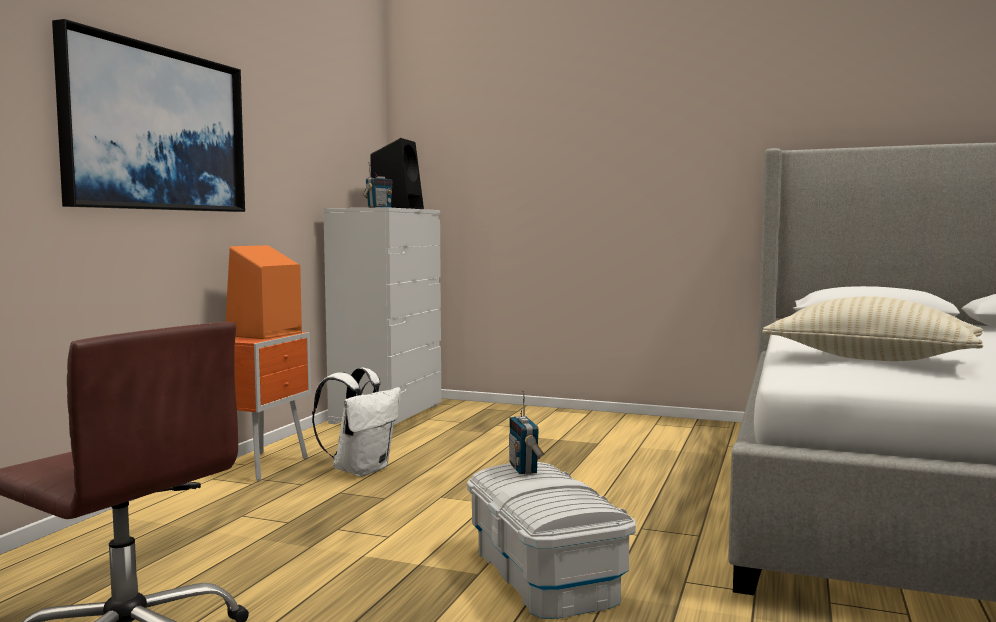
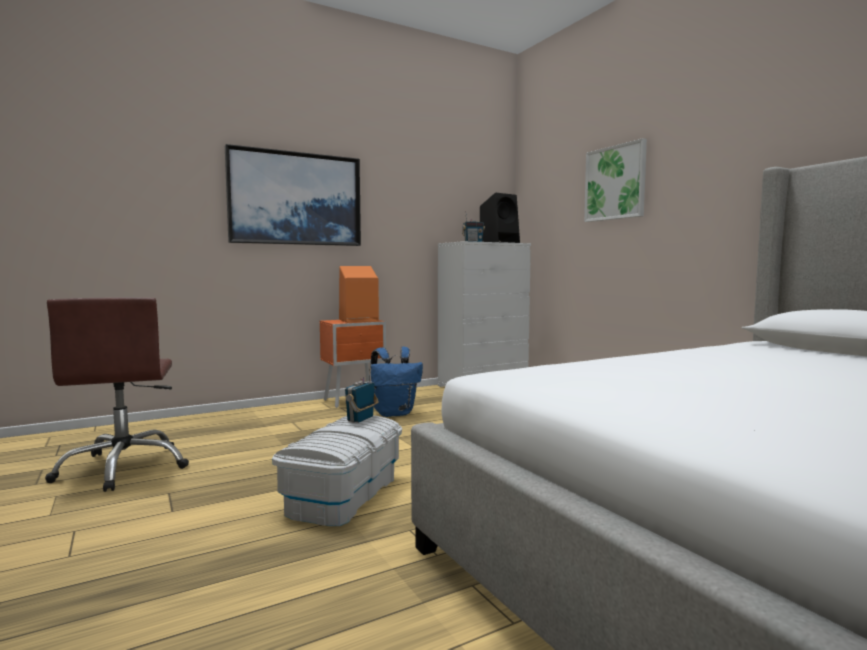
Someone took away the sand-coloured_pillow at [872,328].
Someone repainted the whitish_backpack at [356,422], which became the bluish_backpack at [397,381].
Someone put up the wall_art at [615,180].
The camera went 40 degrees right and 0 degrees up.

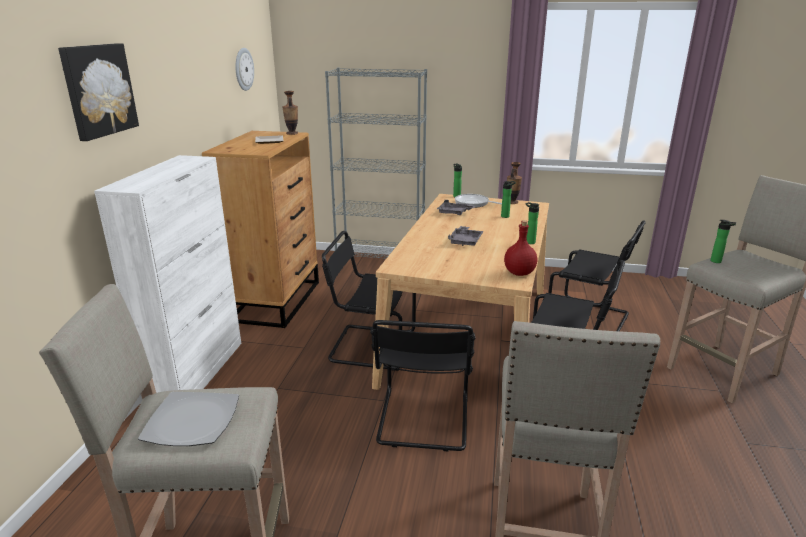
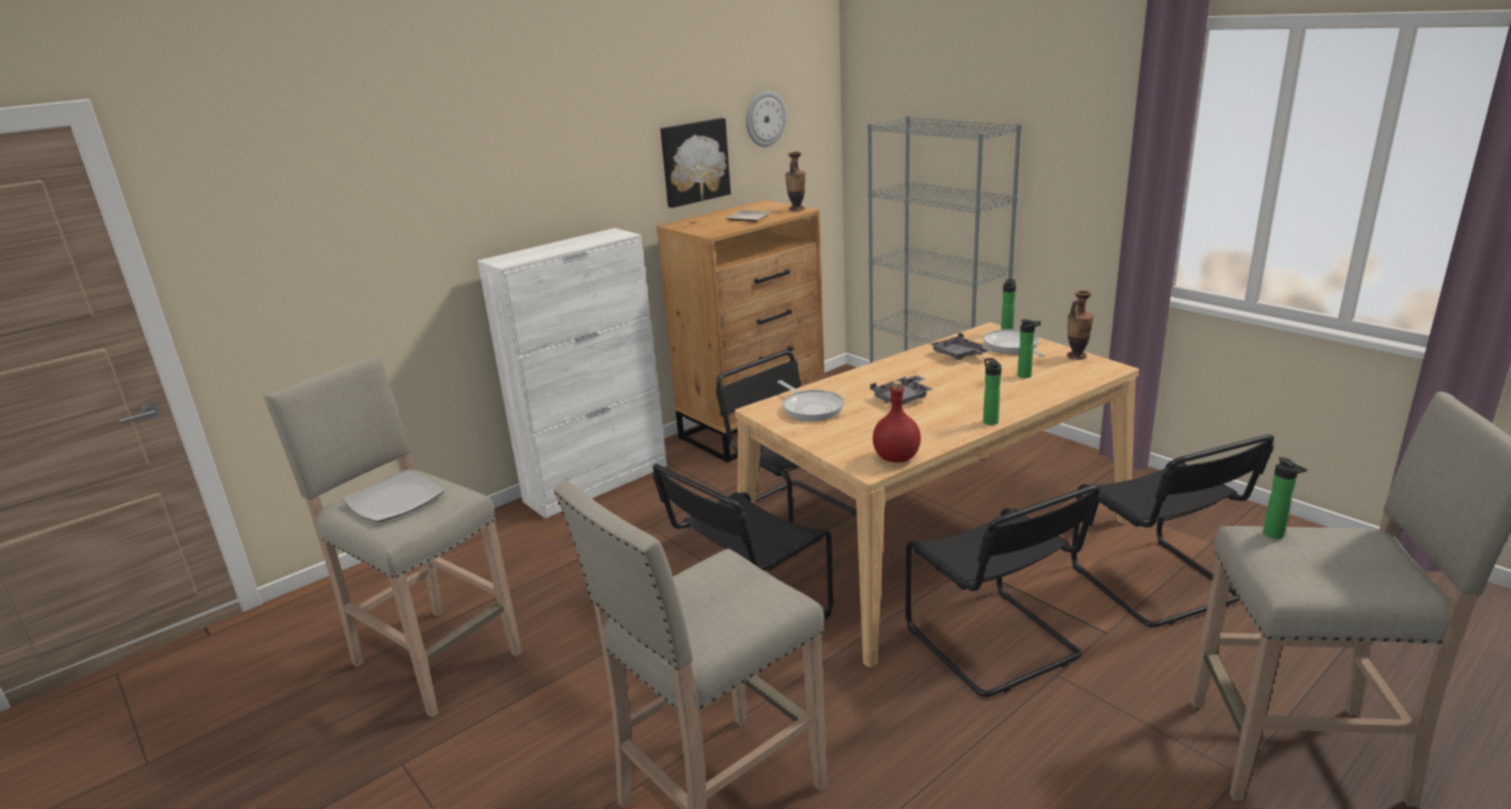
Someone carried the wall_art from [98,92] to [695,163].
Someone put down the pan at [810,400].
The camera went 40 degrees right and 0 degrees up.

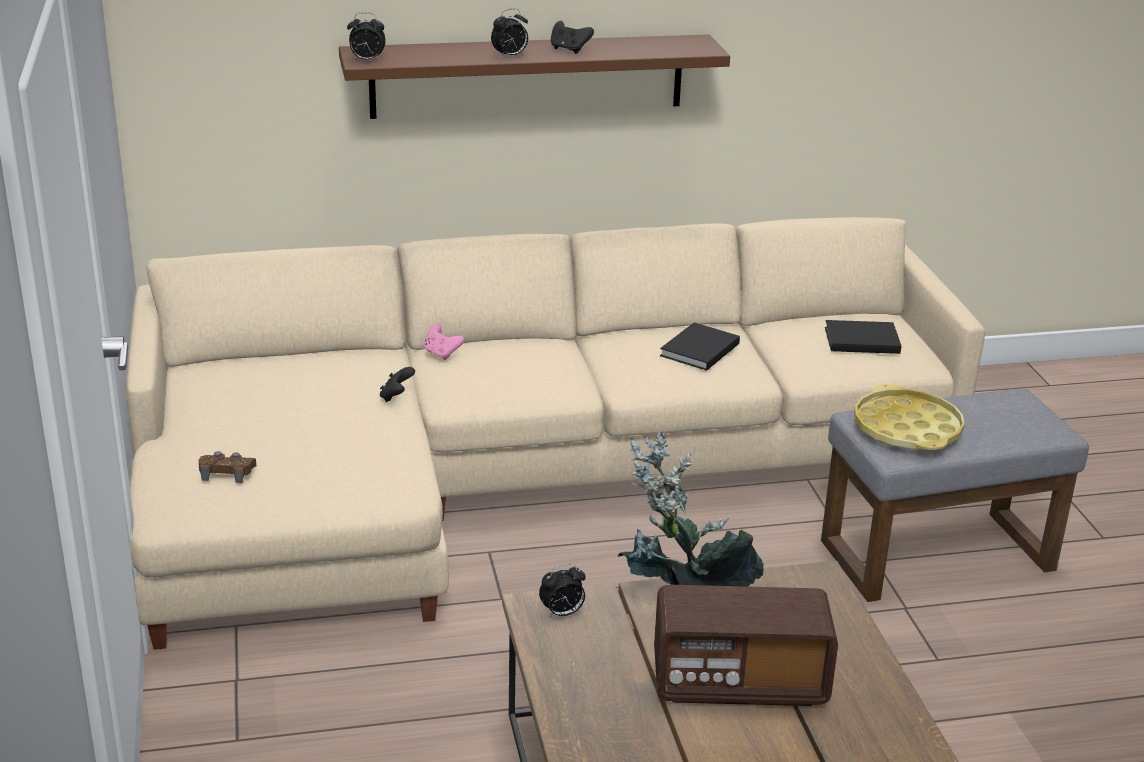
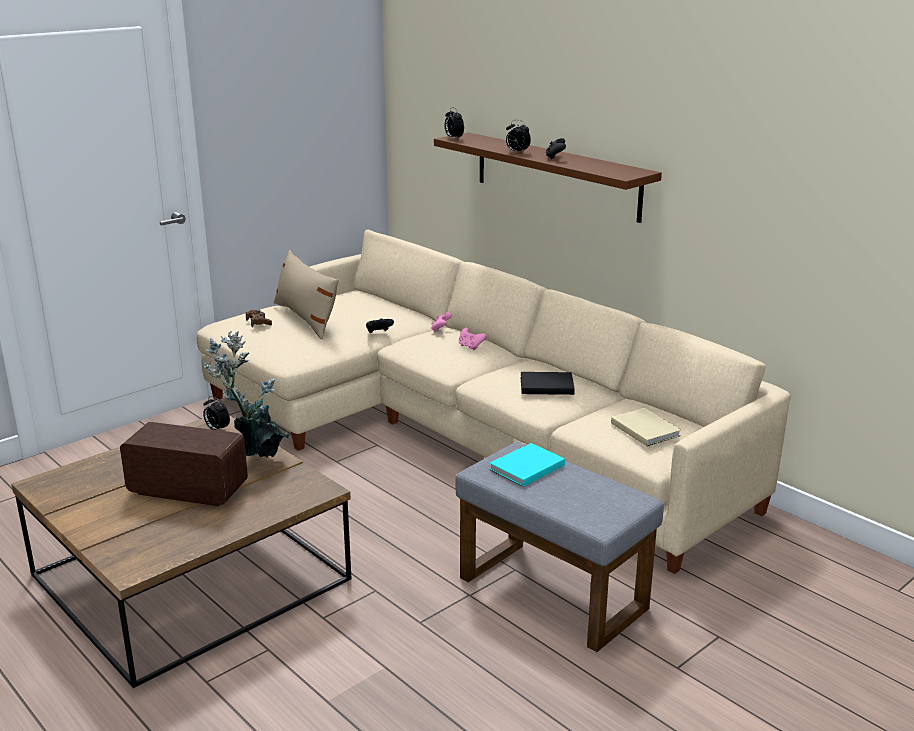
Someone repainted the black_bound_book at [863,337], which became the sand-coloured_bound_book at [646,427].
Someone swapped the yellow_serving_tray at [909,417] for the turquoise_bound_book at [527,465].
Someone rotated the radio at [746,645] by 135 degrees clockwise.
Someone put down the sand-coloured_pillow at [306,295].
Someone put down the pinkish_joypad at [473,339].
The camera went 60 degrees right and 5 degrees down.

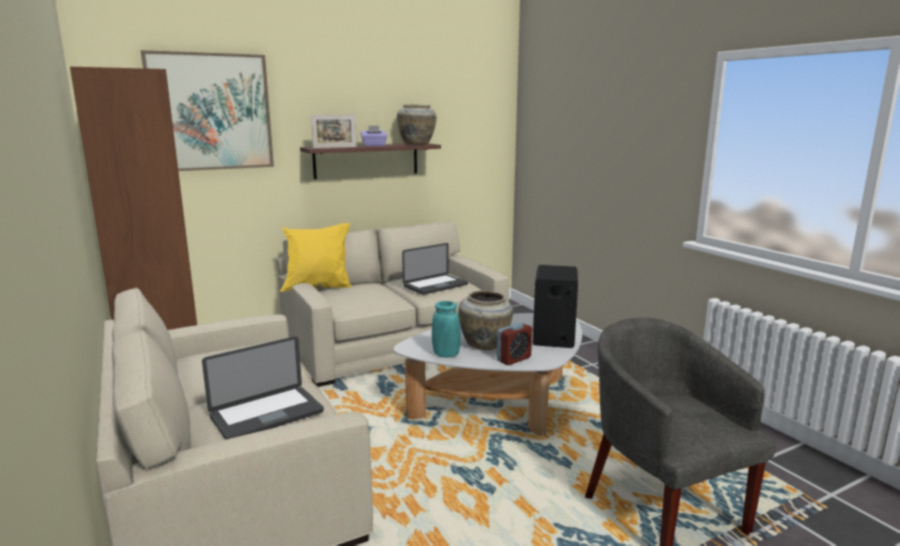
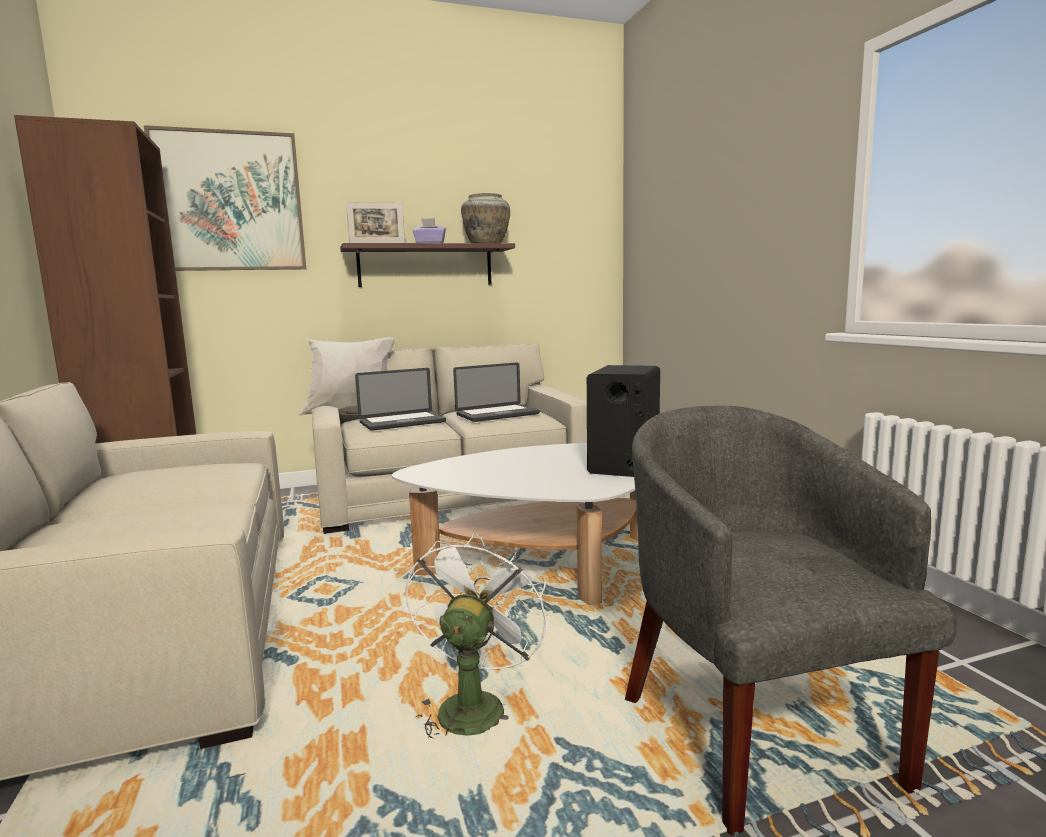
Someone repainted the yellow_pillow at [316,257], which became the whitish_pillow at [346,376].
Someone took away the sand-coloured_flower_vase at [485,320].
Someone took away the turquoise_flower_vase at [446,329].
Someone took away the alarm_clock at [514,344].
Someone carried the notebook_computer from [263,388] to [400,399].
Someone put down the whitish_electric_fan at [477,635].
The camera went 10 degrees right and 5 degrees down.

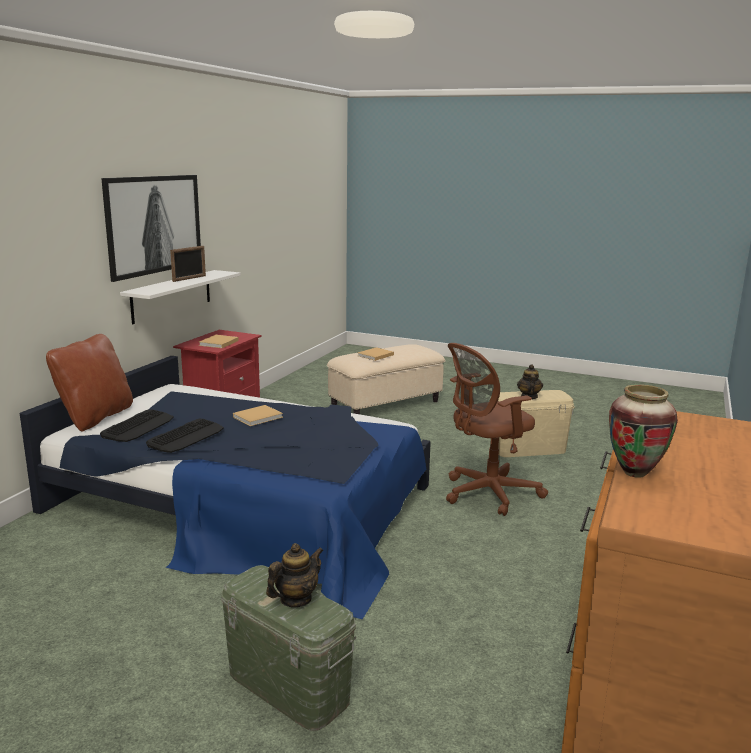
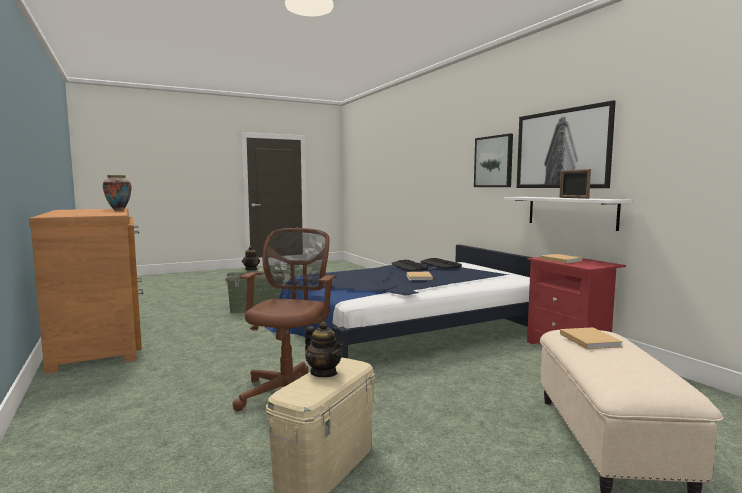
Someone took away the brownish_pillow at [89,383].
Someone put up the wall_art at [493,160].
The camera went 130 degrees right and 10 degrees down.

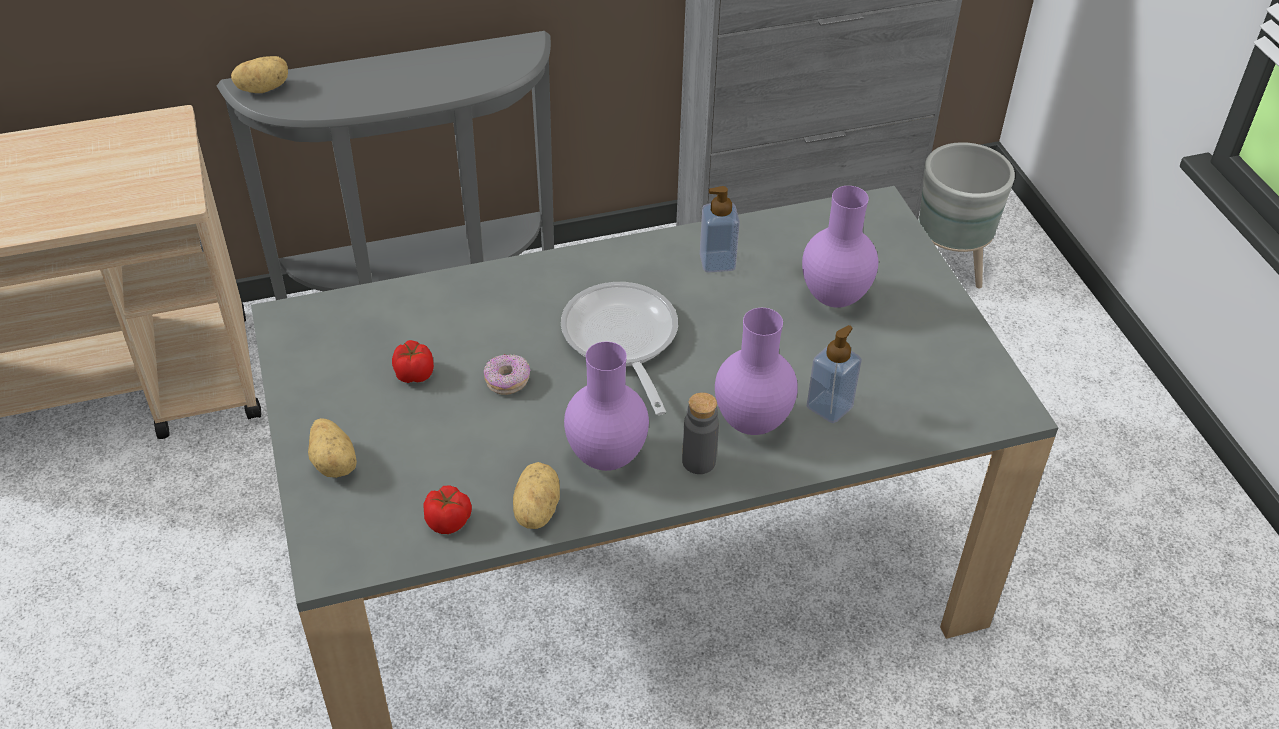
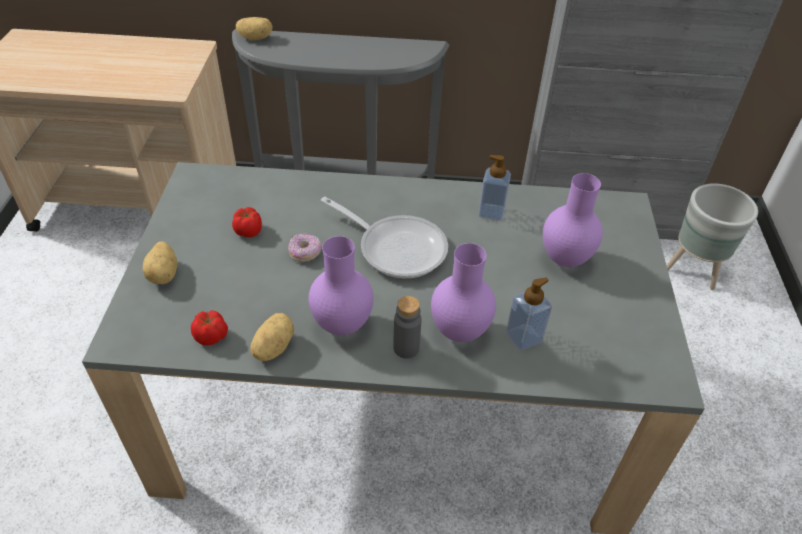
Someone rotated the pan at [619,348] by 120 degrees clockwise.
The camera went 20 degrees right and 0 degrees up.

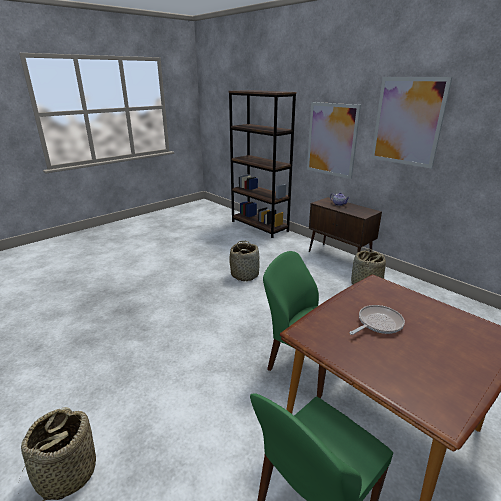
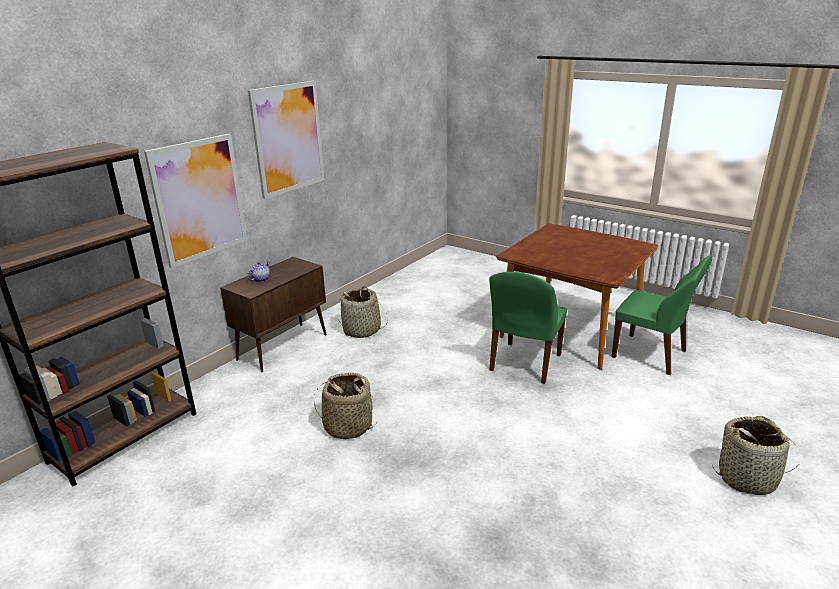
Someone took away the pan at [377,320].
The camera went 100 degrees left and 0 degrees up.

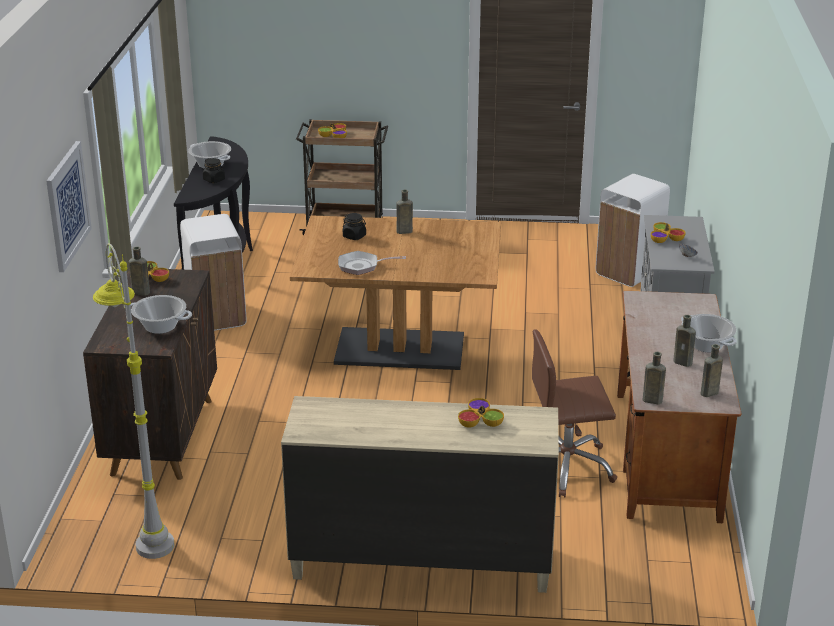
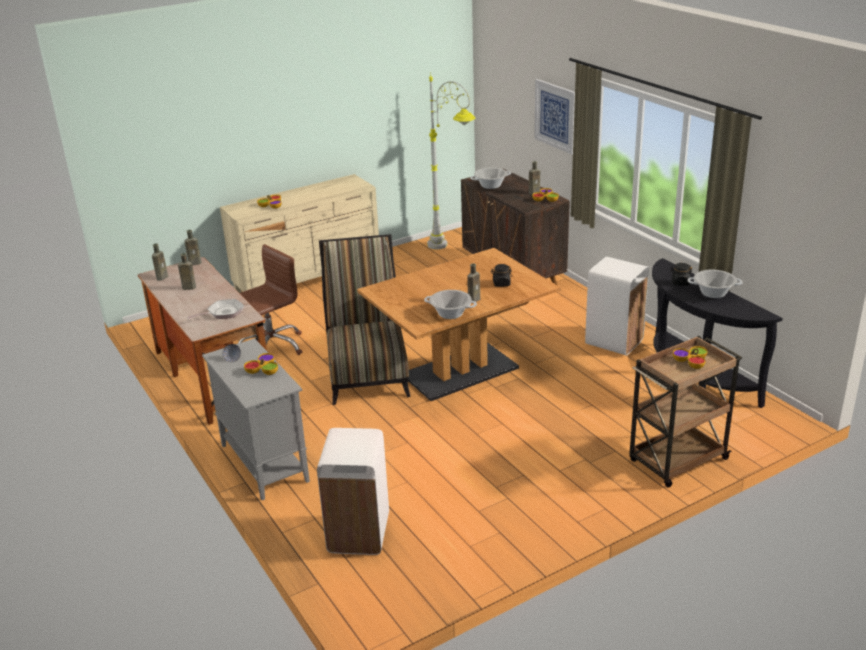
Someone carried the pan from [372,263] to [215,309].
Someone carried the cooking_pot from [709,333] to [450,304].
Someone put down the chair at [365,319].
The camera went 145 degrees right and 0 degrees up.

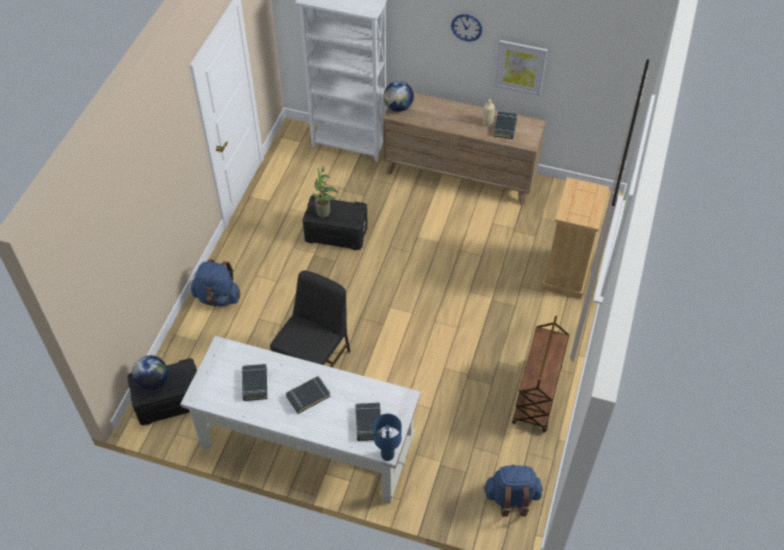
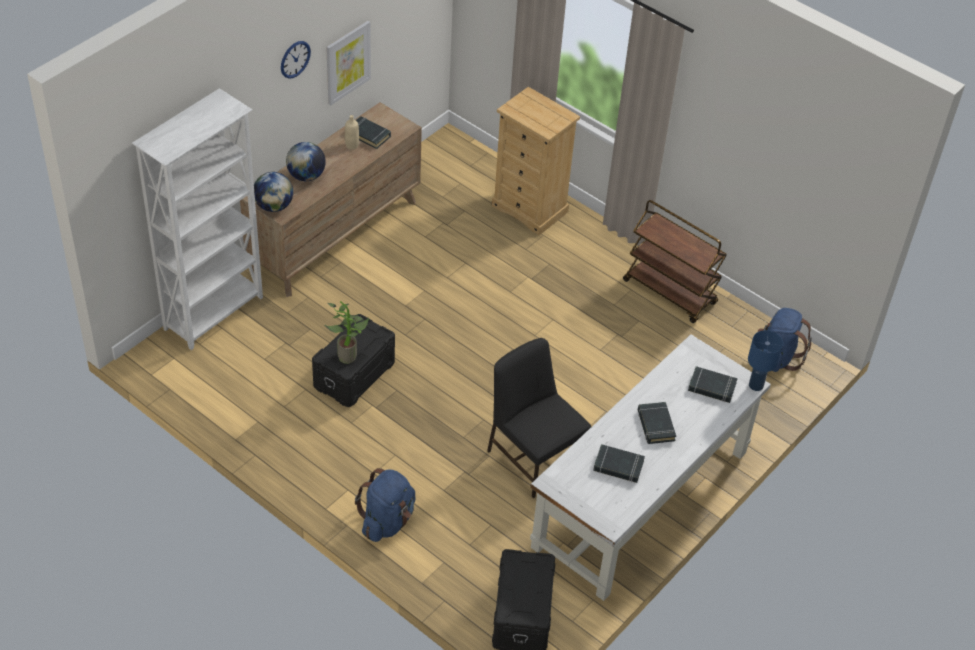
Someone carried the desk_globe from [150,373] to [306,161].
The camera went 70 degrees left and 5 degrees down.

